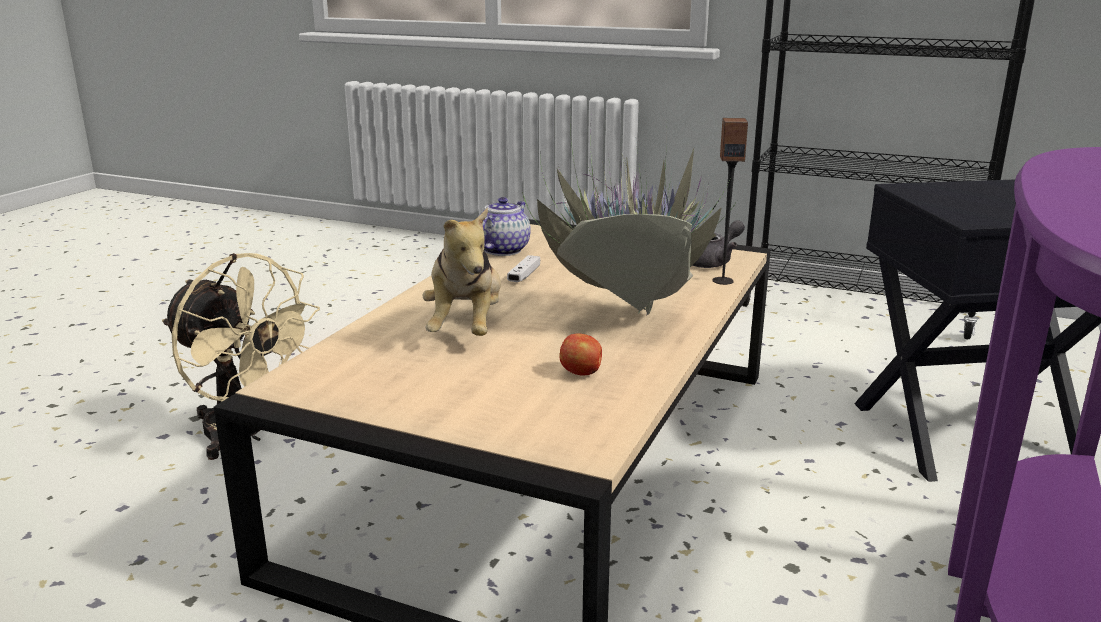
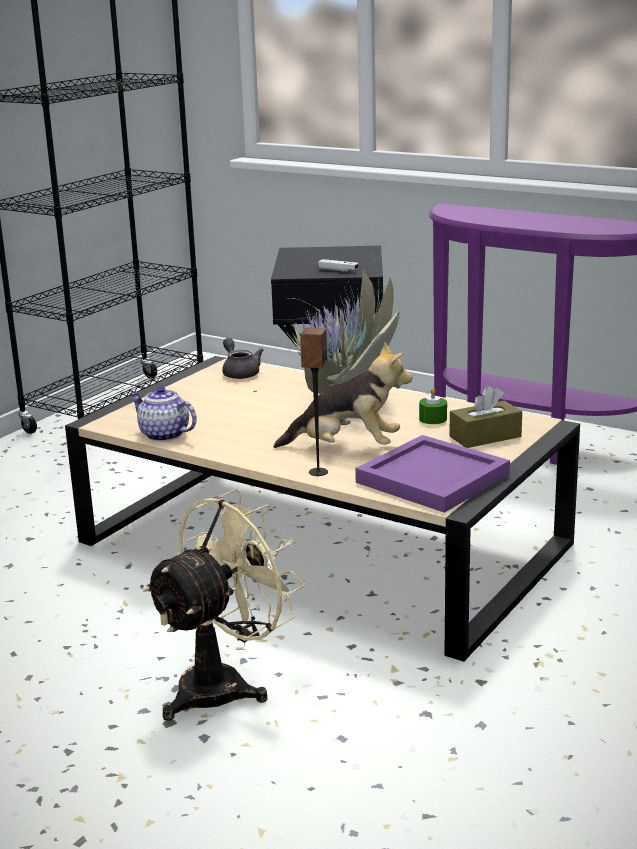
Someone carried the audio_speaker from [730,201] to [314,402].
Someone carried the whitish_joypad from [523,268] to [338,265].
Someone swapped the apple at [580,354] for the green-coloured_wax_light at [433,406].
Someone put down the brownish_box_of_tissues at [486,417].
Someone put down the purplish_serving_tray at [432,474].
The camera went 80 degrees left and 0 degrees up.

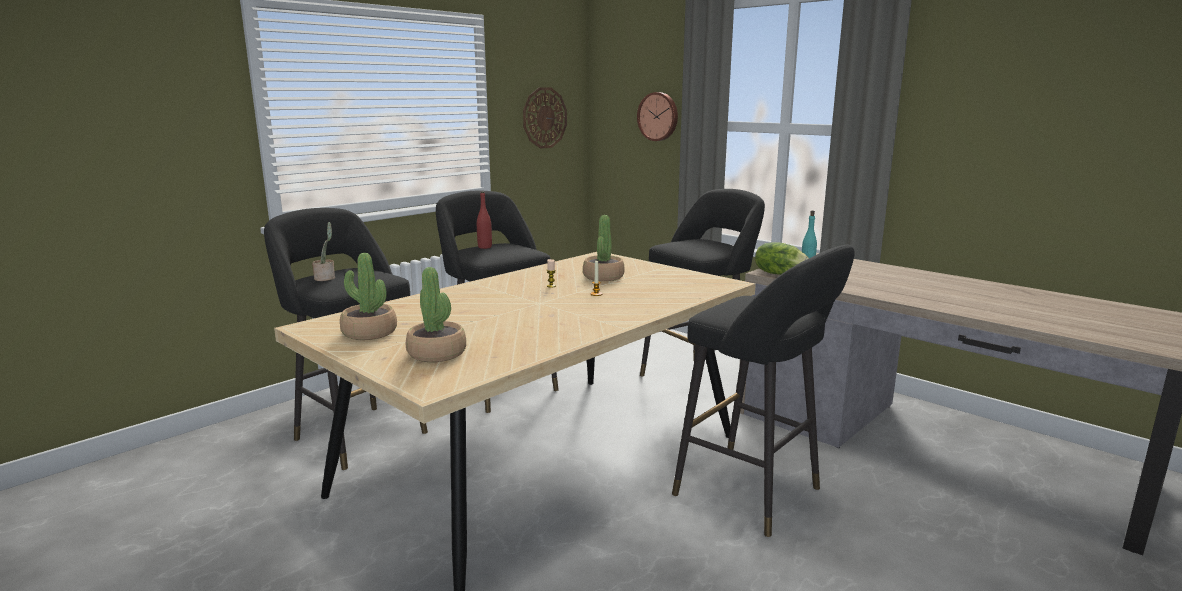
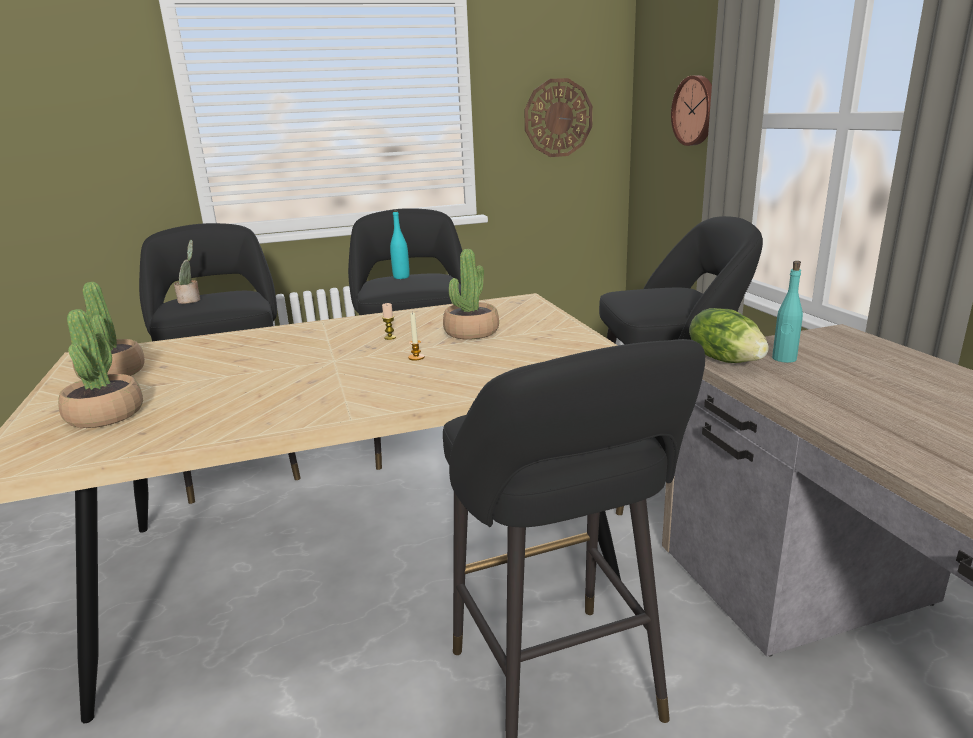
Someone repainted the red-coloured_beverage_bottle at [484,220], which became the turquoise_beverage_bottle at [400,244].
The camera went 30 degrees right and 5 degrees up.

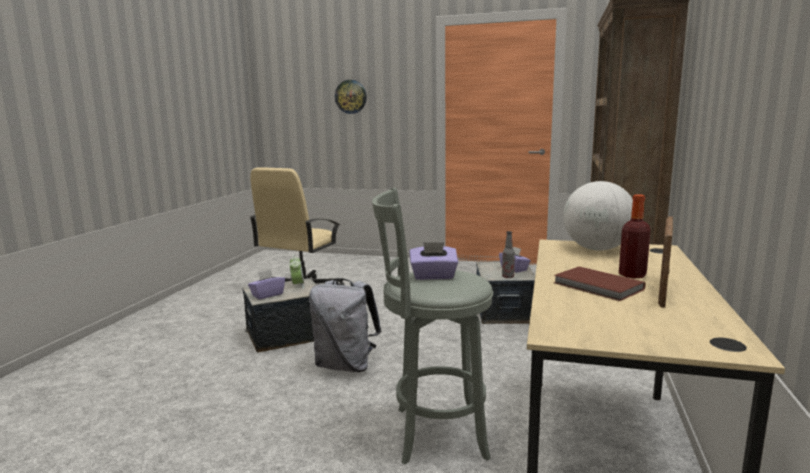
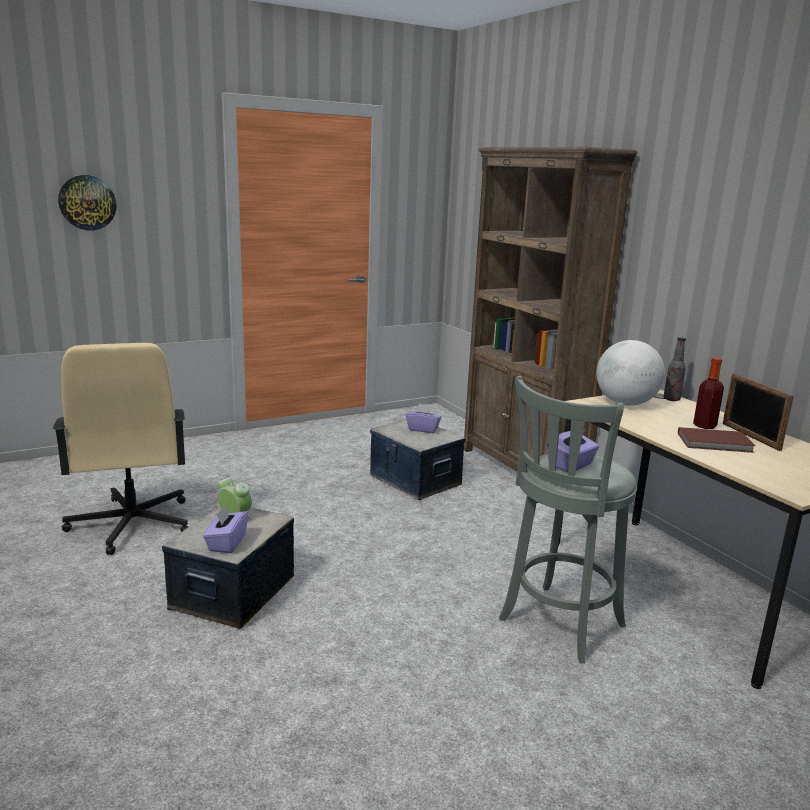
Someone carried the beverage_bottle from [508,254] to [674,369].
Someone took away the greyish_backpack at [345,325].
The camera went 45 degrees left and 5 degrees up.

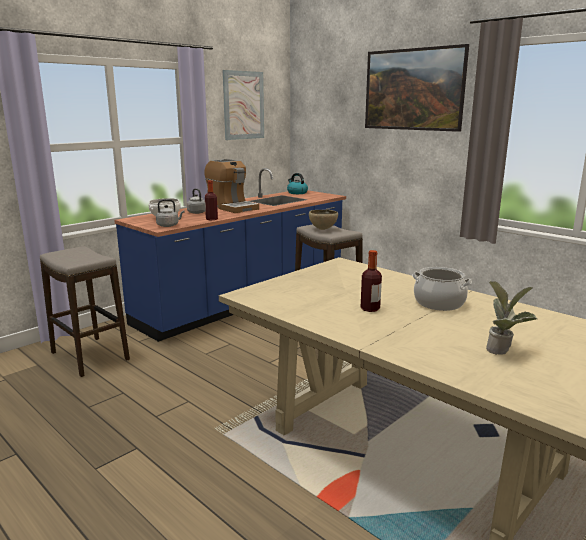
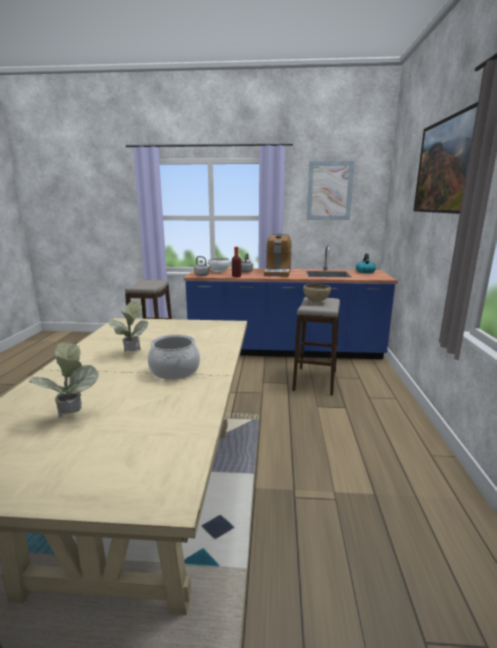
Someone swapped the beverage_bottle at [371,281] for the potted_plant at [128,326].
The camera went 50 degrees right and 0 degrees up.

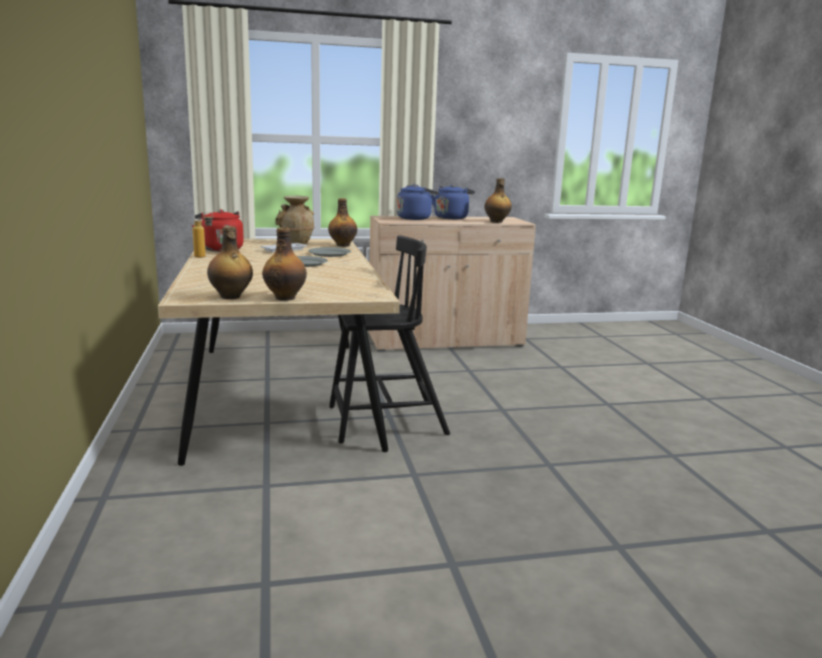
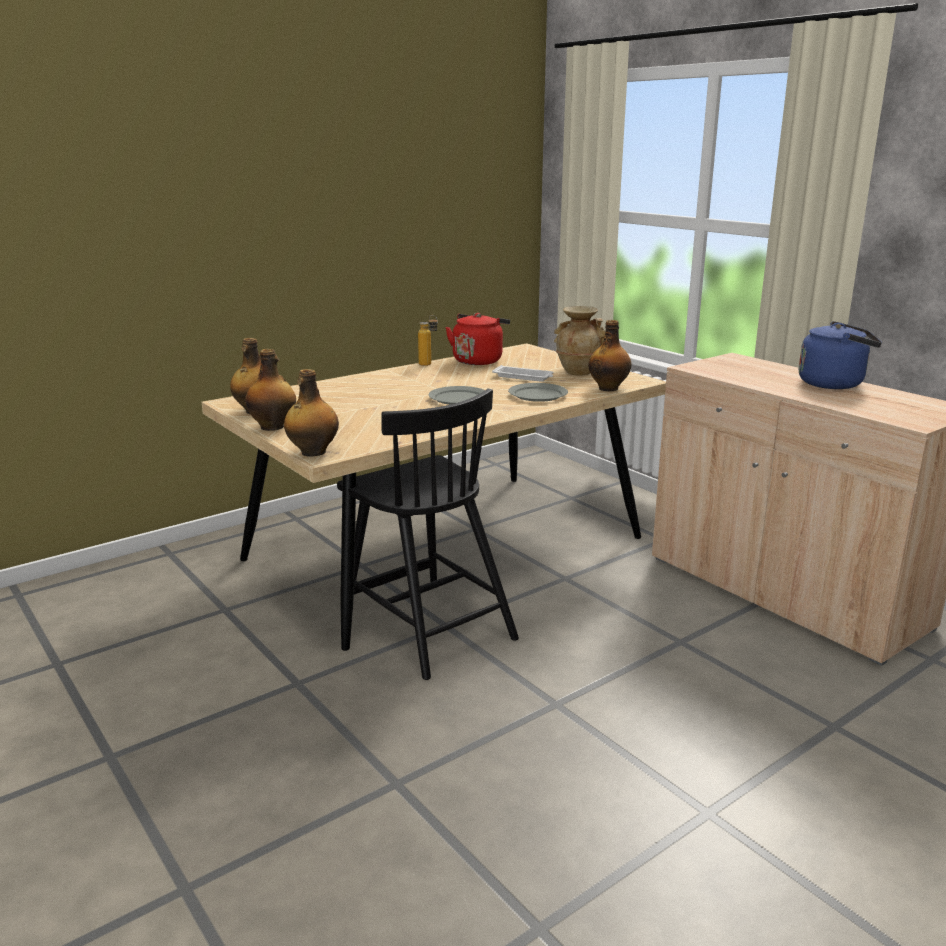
Someone carried the beverage_bottle from [498,200] to [311,413].
Someone took away the bluish_kettle at [418,202].
The camera went 65 degrees right and 5 degrees up.

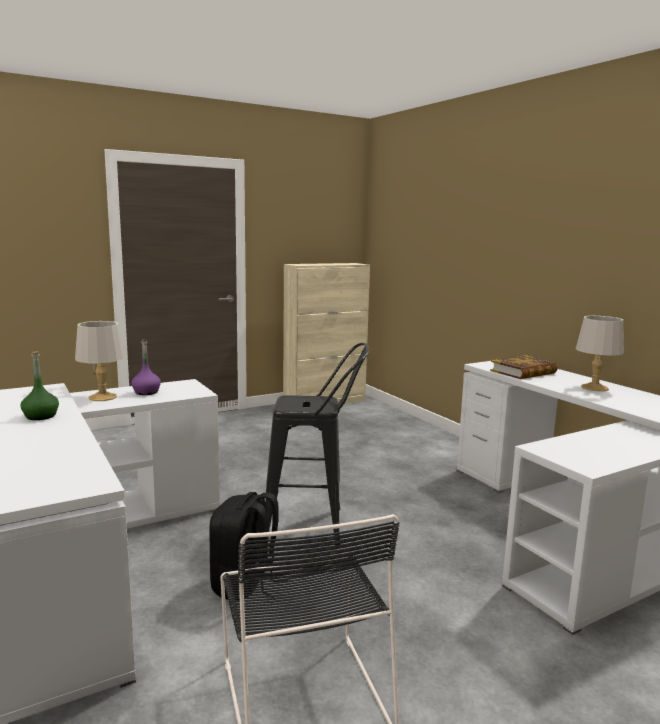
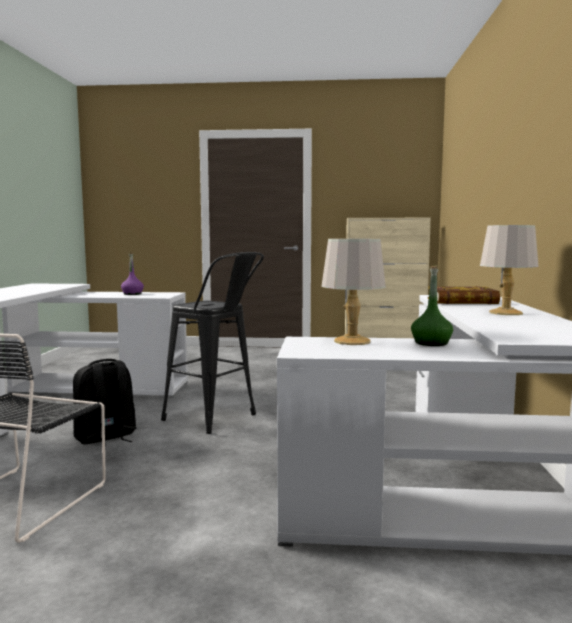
Someone carried the greyish_table_lamp from [100,361] to [353,292].
Someone carried the green-coloured_beverage_bottle from [40,385] to [432,306].
The camera went 35 degrees right and 5 degrees down.

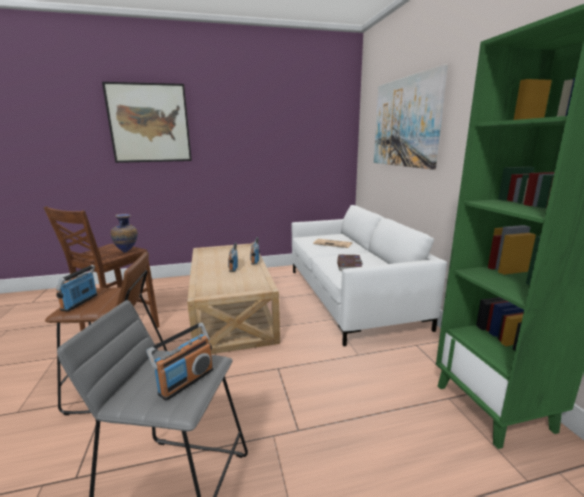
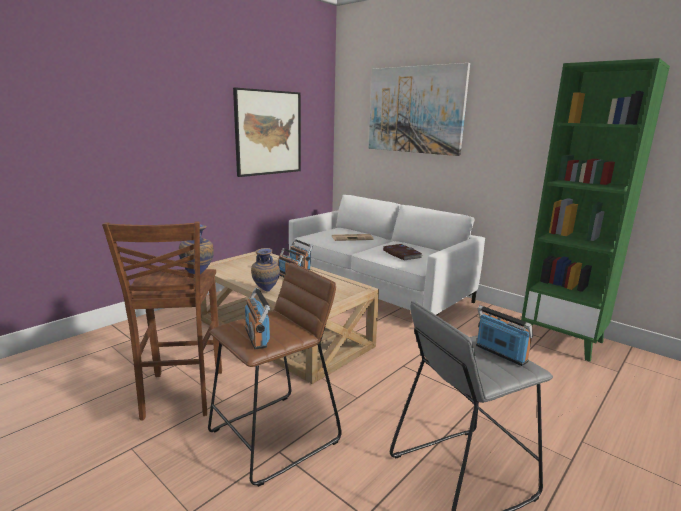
Someone carried the wall_art from [147,122] to [267,132].
Someone rotated the radio at [180,361] by 45 degrees counterclockwise.
Someone put down the flower_vase at [265,270].
The camera went 35 degrees left and 0 degrees up.

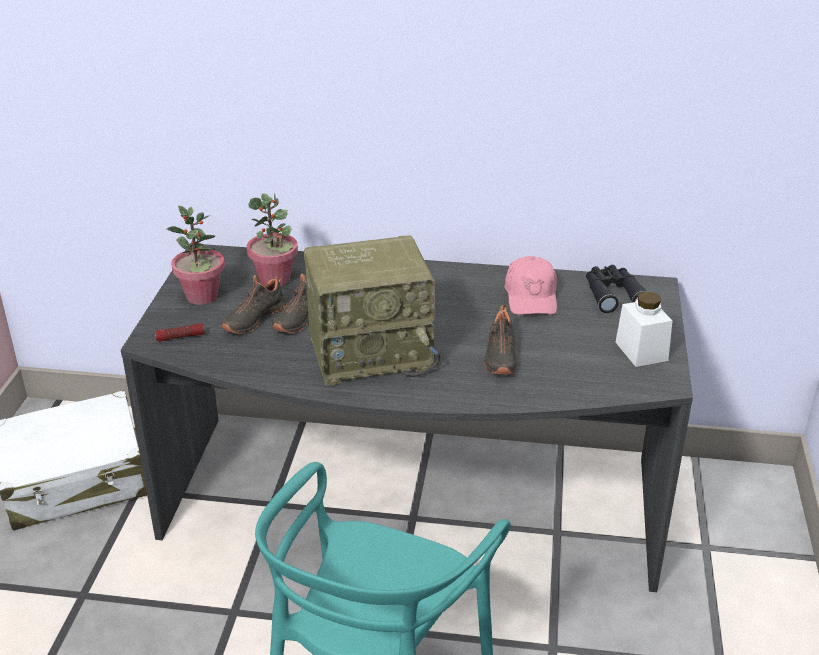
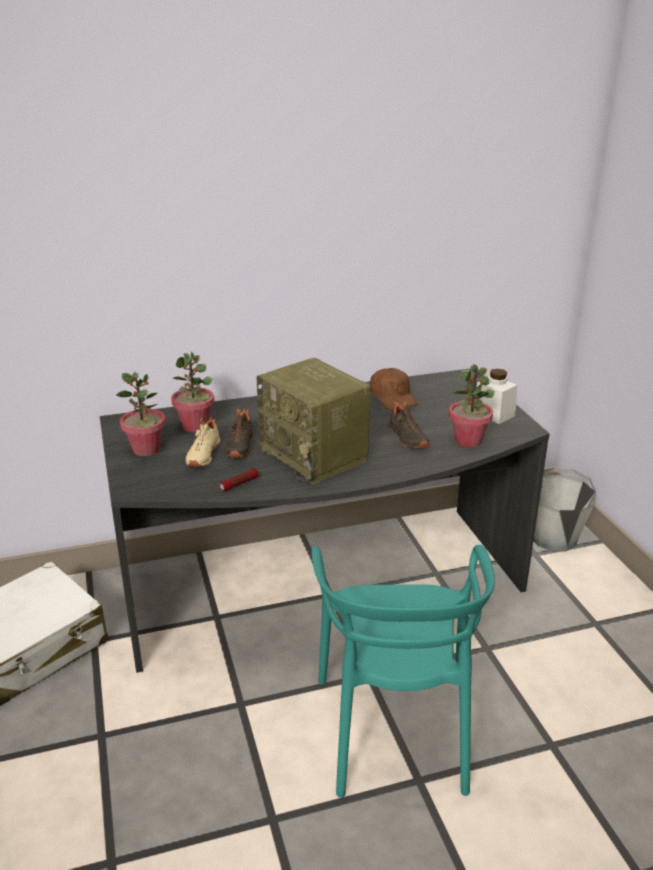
Someone rotated the radio at [372,310] by 90 degrees clockwise.
Someone repainted the pinkish_baseball_cap at [530,285], which became the brownish_baseball_cap at [394,389].
Someone took away the black_pair_of_binoculars at [616,289].
Someone repainted the black_shoe at [253,304], which became the sand-coloured_shoe at [203,441].
Someone carried the flashlight from [180,332] to [239,479].
Someone put down the potted_plant at [472,405].
Someone put down the greyish_water_bucket at [565,510].
The camera went 25 degrees left and 5 degrees down.

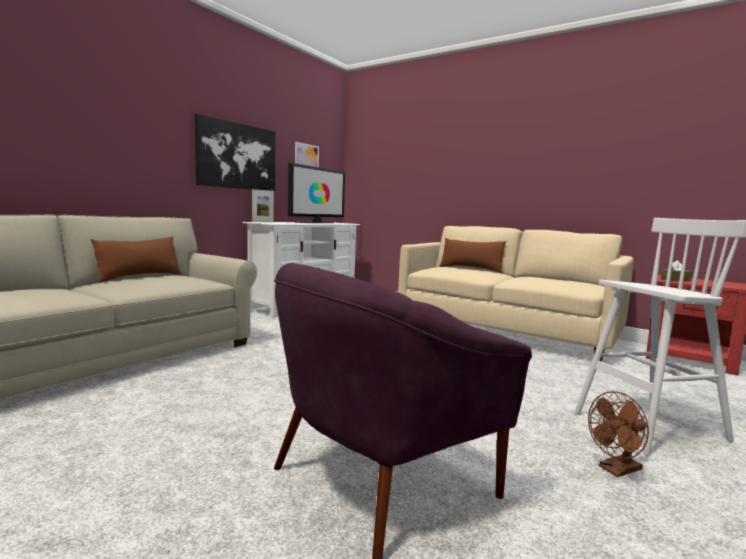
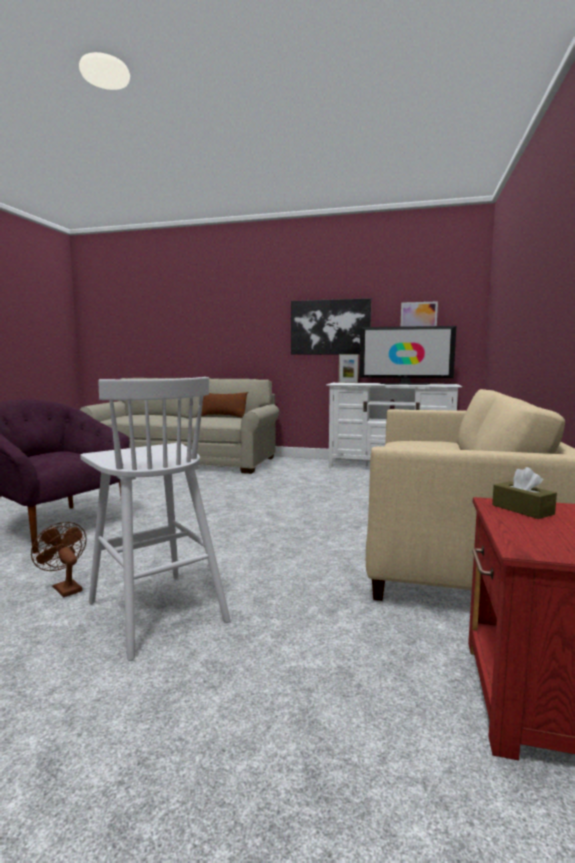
Someone took away the brownish_pillow at [472,255].
The camera went 70 degrees right and 0 degrees up.

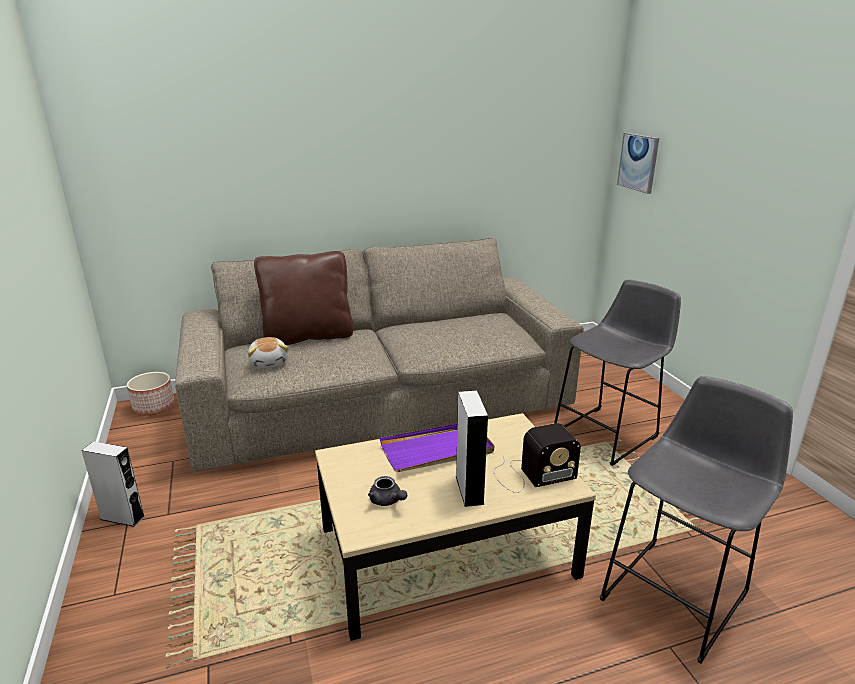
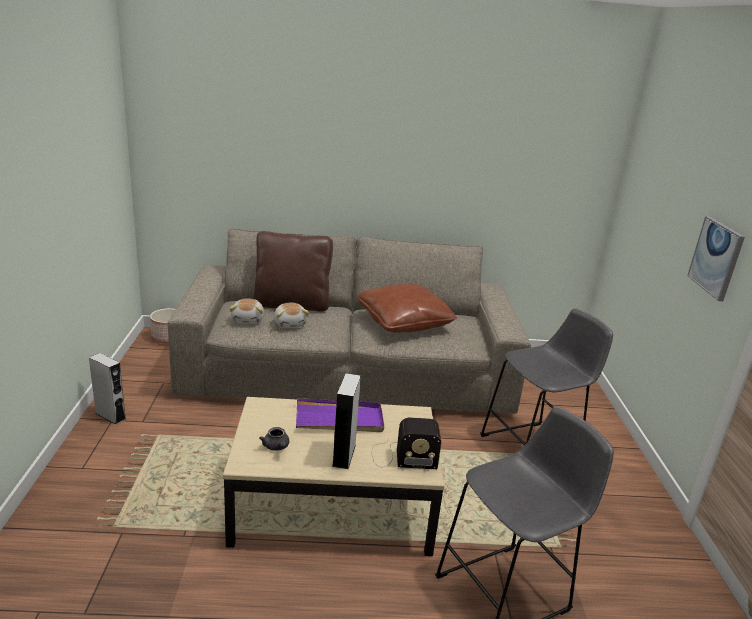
Someone carried the wall_art from [638,163] to [716,258].
Someone put down the brownish_pillow at [407,308].
Someone put down the cuddly_toy at [291,315].
The camera went 15 degrees right and 0 degrees up.

